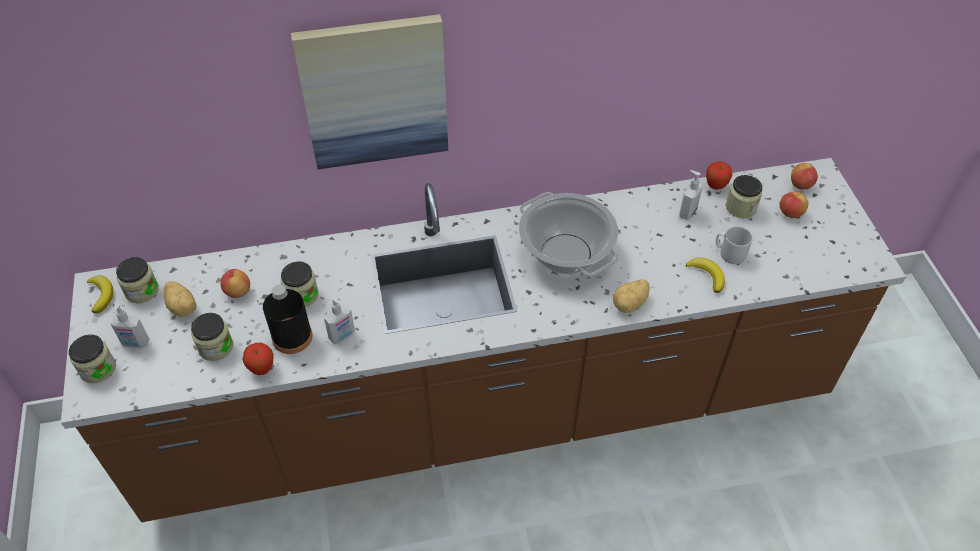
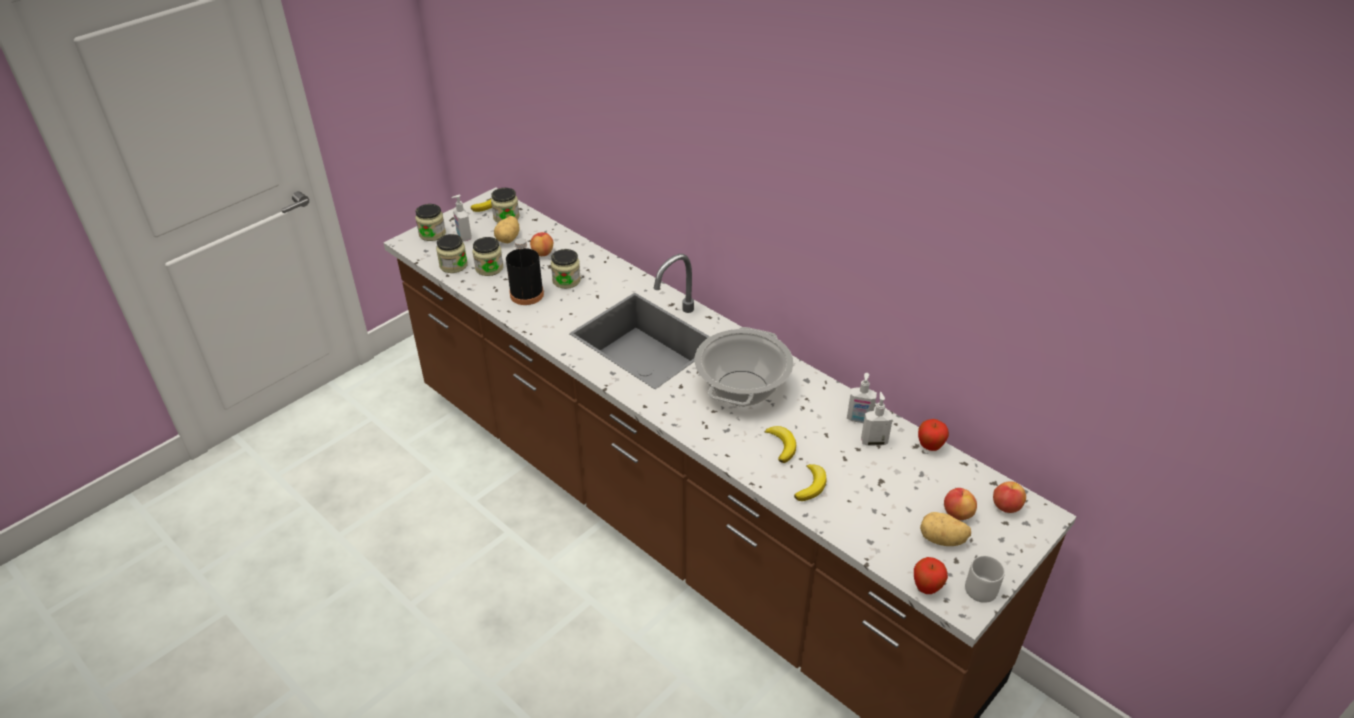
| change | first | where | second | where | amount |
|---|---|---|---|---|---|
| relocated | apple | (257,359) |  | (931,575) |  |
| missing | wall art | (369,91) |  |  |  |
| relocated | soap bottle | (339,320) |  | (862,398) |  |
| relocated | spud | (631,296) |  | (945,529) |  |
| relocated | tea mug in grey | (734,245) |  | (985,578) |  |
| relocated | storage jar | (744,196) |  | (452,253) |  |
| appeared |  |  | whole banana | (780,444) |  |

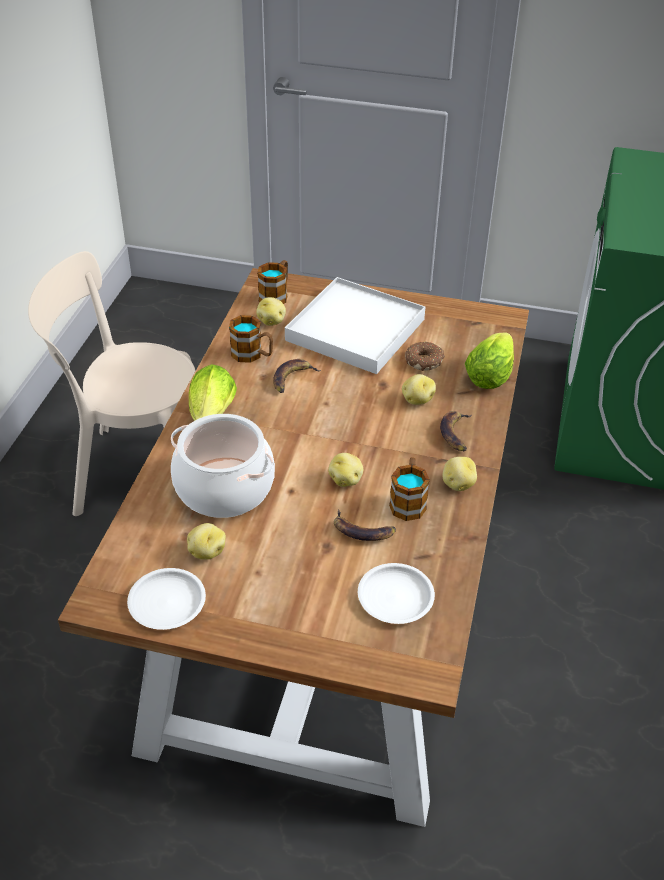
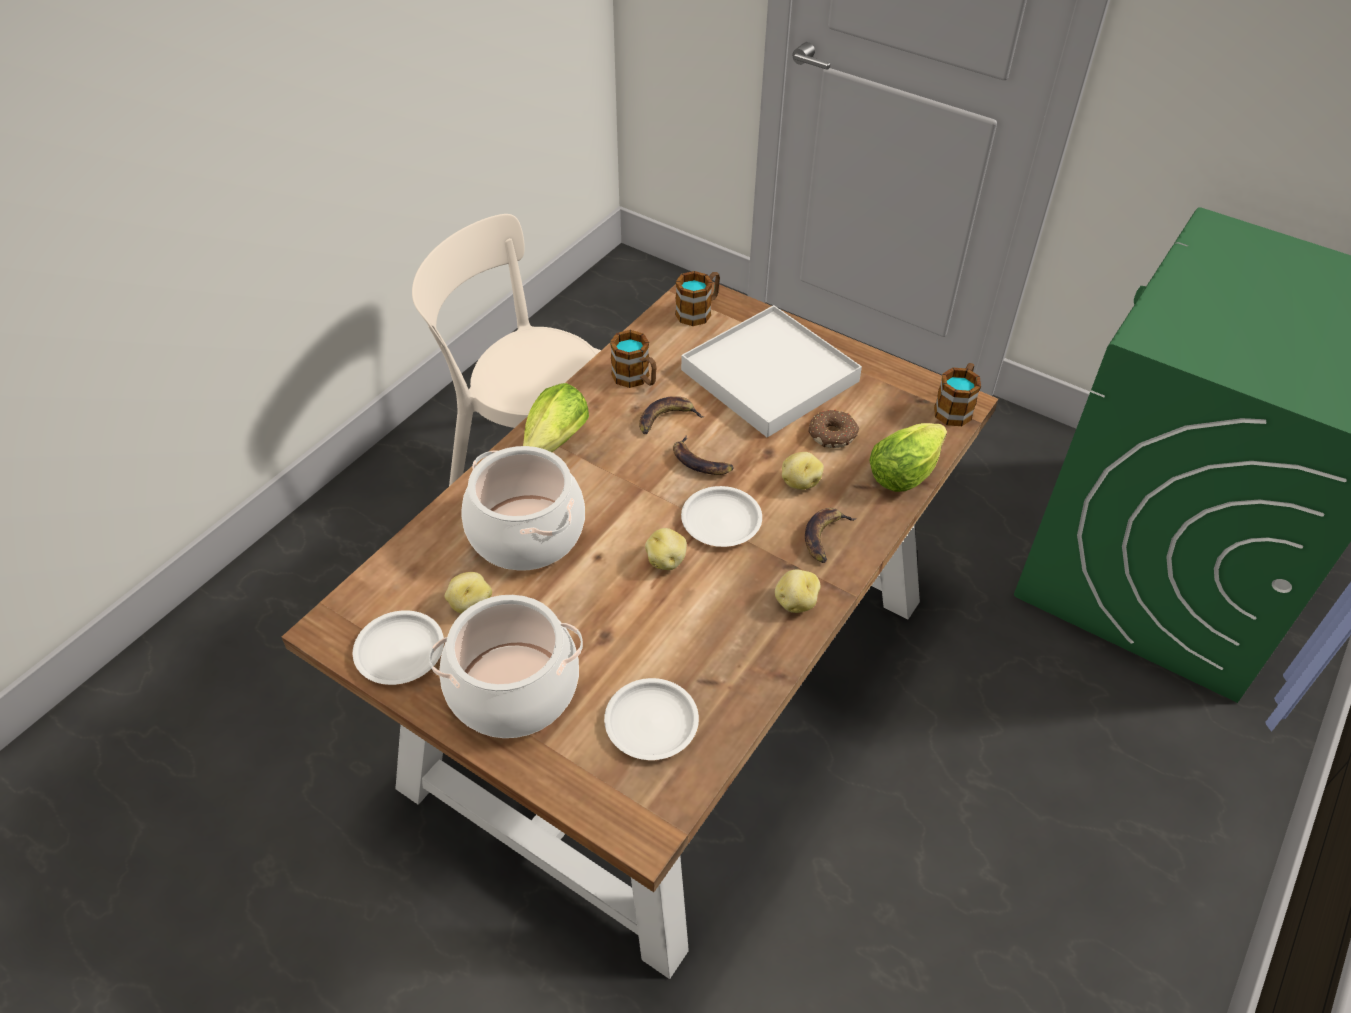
| change | first | where | second | where | amount |
|---|---|---|---|---|---|
| missing | spud | (271,311) |  |  |  |
| relocated | whole banana | (365,525) |  | (703,455) |  |
| relocated | tea mug | (409,489) |  | (957,394) |  |
| appeared |  |  | saucepot | (506,666) |  |
| appeared |  |  | dinner plate in white-coloured | (721,516) |  |

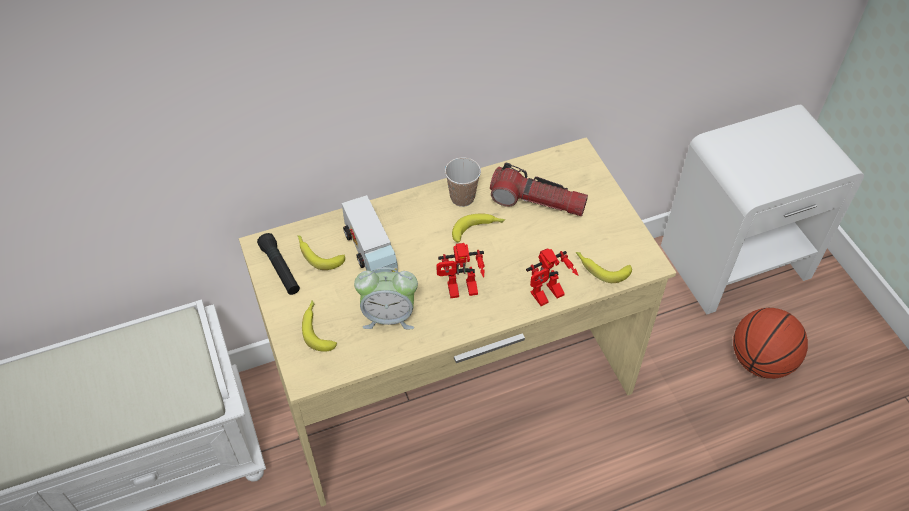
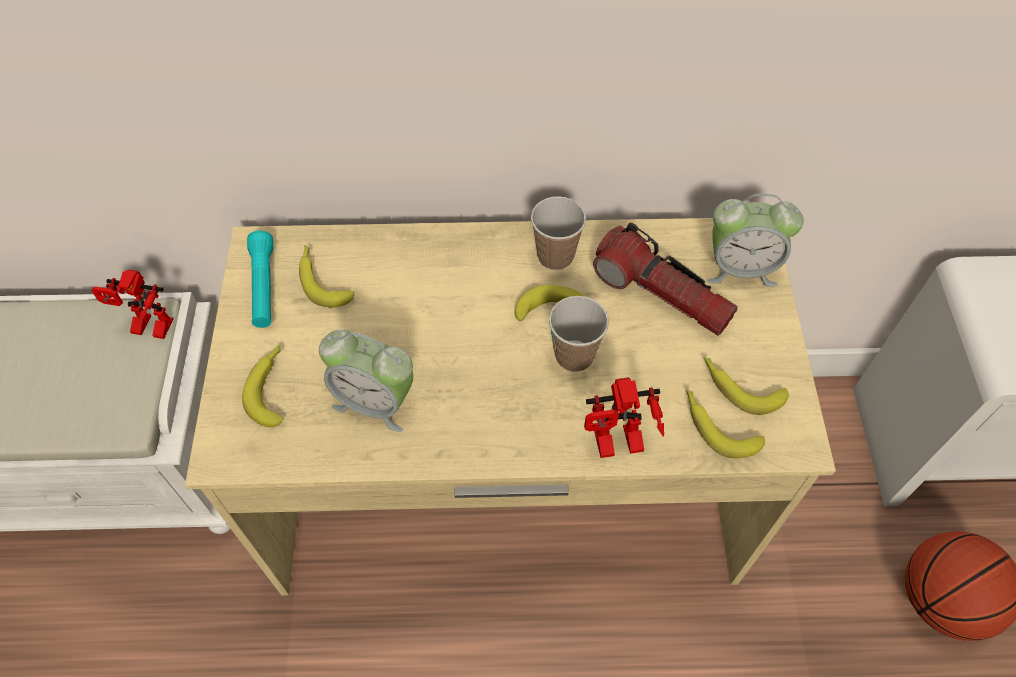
| change | first | where | second | where | amount |
|---|---|---|---|---|---|
| colour | hand torch in blackish | (278,264) | hand torch in turquoise | (260,279) |  |
| missing | toy truck | (370,234) |  |  |  |
| relocated | robot figure | (460,270) |  | (132,304) |  |
| appeared |  |  | small cup | (579,334) |  |
| appeared |  |  | whole banana | (746,386) |  |
| appeared |  |  | bedside clock | (755,239) |  |

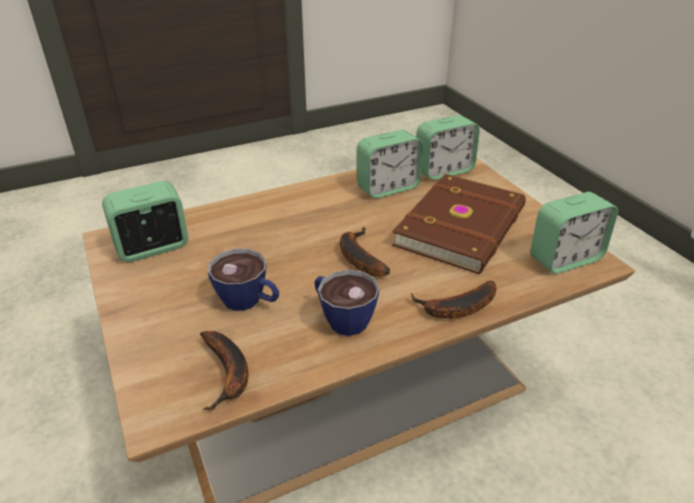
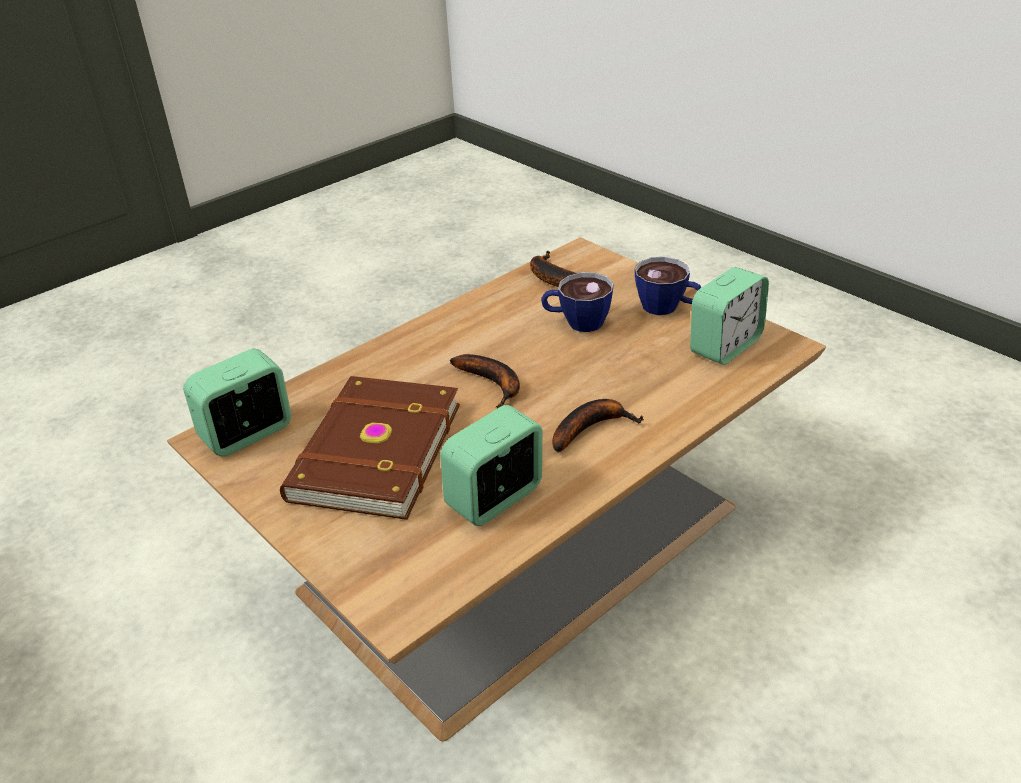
| change | first | where | second | where | amount |
|---|---|---|---|---|---|
| relocated | small cup | (346,302) |  | (668,286) |  |
| relocated | whole banana | (453,300) |  | (598,425) |  |
| missing | bedside clock | (448,147) |  |  |  |

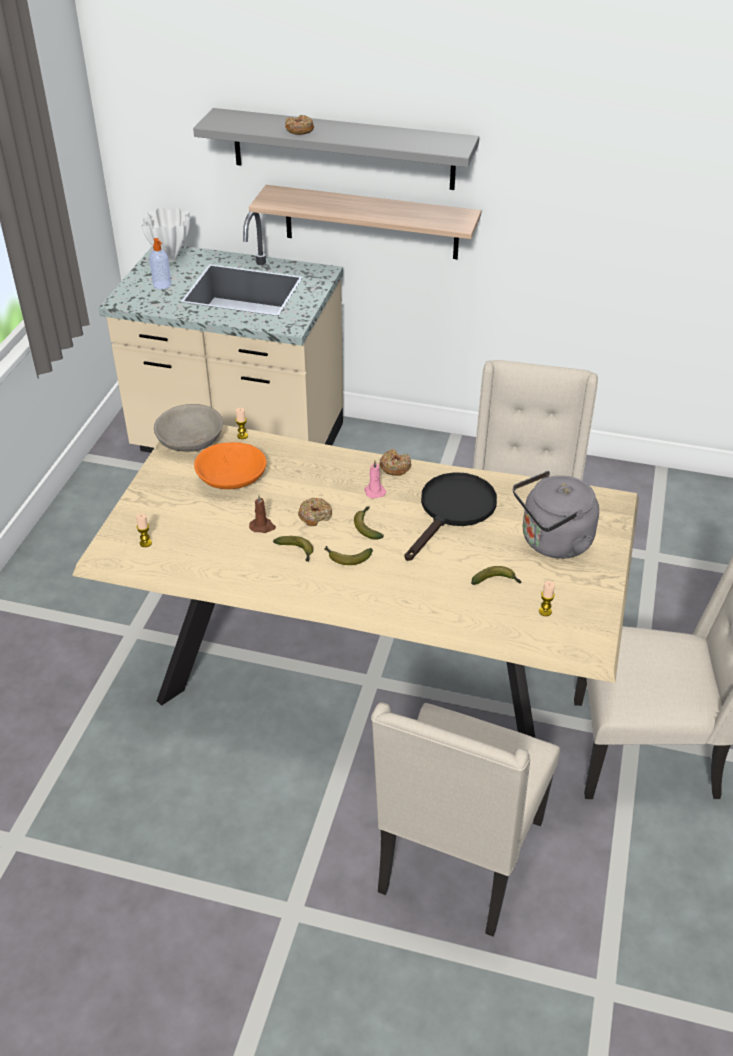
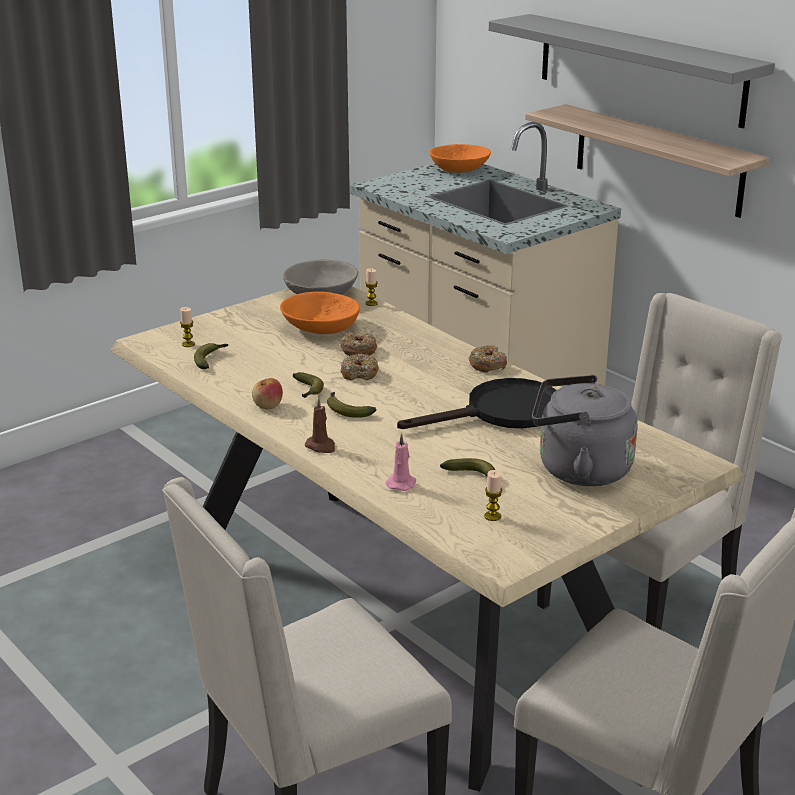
| change | first | where | second | where | amount |
|---|---|---|---|---|---|
| exchanged | flower vase in white-coloured | (165,235) | bowl in orangey | (460,158) |  |
| missing | soap bottle | (160,263) |  |  |  |
| relocated | wax candle in brown-coloured | (262,514) |  | (320,425) |  |
| relocated | ring doughnut | (299,125) |  | (358,344) |  |
| relocated | whole banana | (369,523) |  | (211,356) |  |
| relocated | wax candle in pink | (375,479) |  | (400,462) |  |
| appeared |  |  | apple | (267,393) |  |

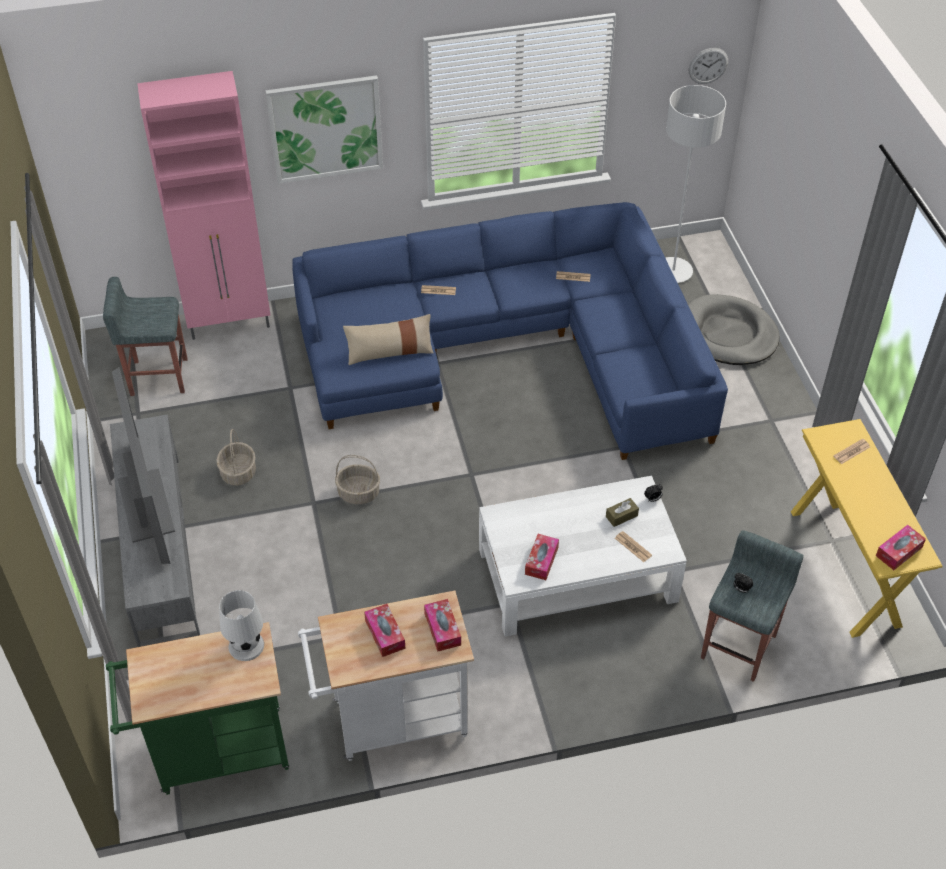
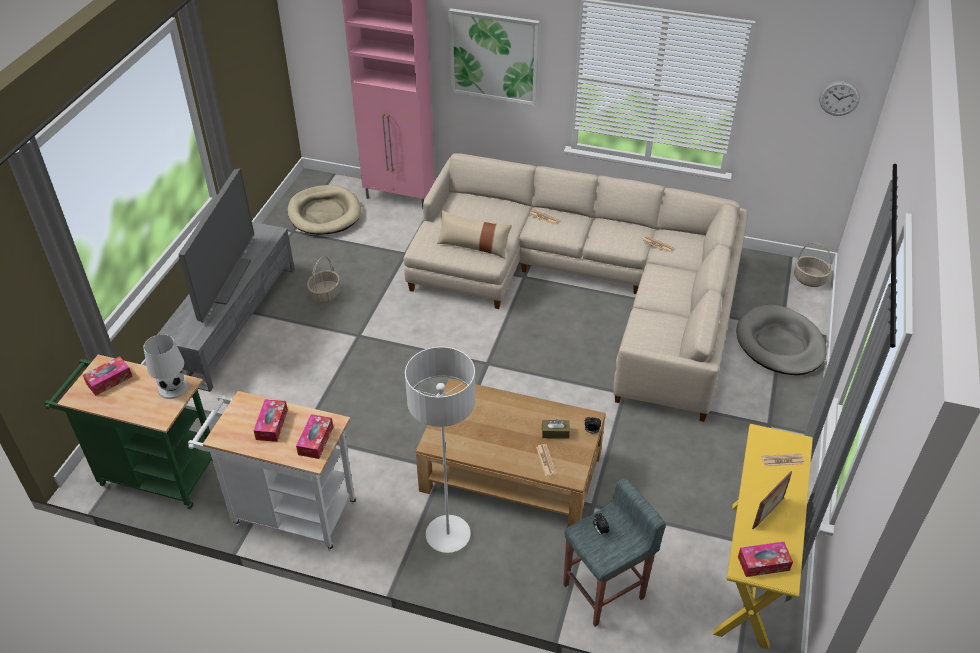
| change | first | where | second | where | amount |
|---|---|---|---|---|---|
| exchanged | sitting stool in grey | (145,336) | dog bed in beige | (324,210) |  |
| colour | sofa in blue-coloured | (510,331) | sofa in beige | (576,287) |  |
| relocated | household basket | (357,479) |  | (813,264) |  |
| colour | coffee table in white-coloured | (583,556) | coffee table in brown-coloured | (511,452) |  |
| relocated | tissue box | (542,557) |  | (108,376) |  |
| relocated | standard lamp in grey | (696,184) |  | (440,450) |  |
| appeared |  |  | photo frame | (772,500) |  |

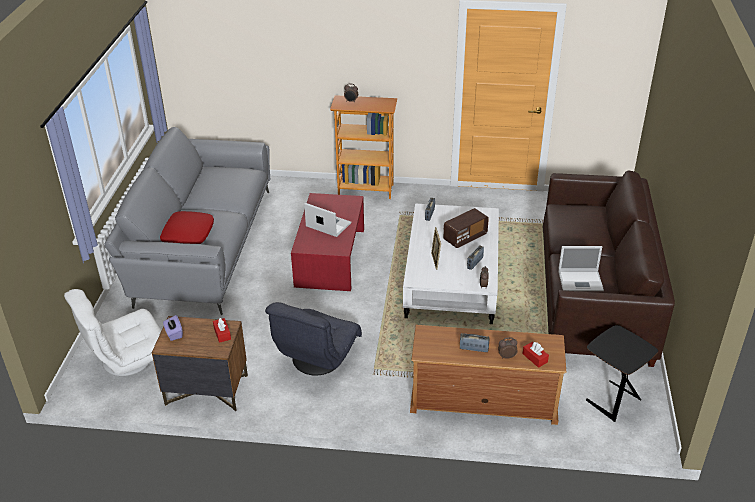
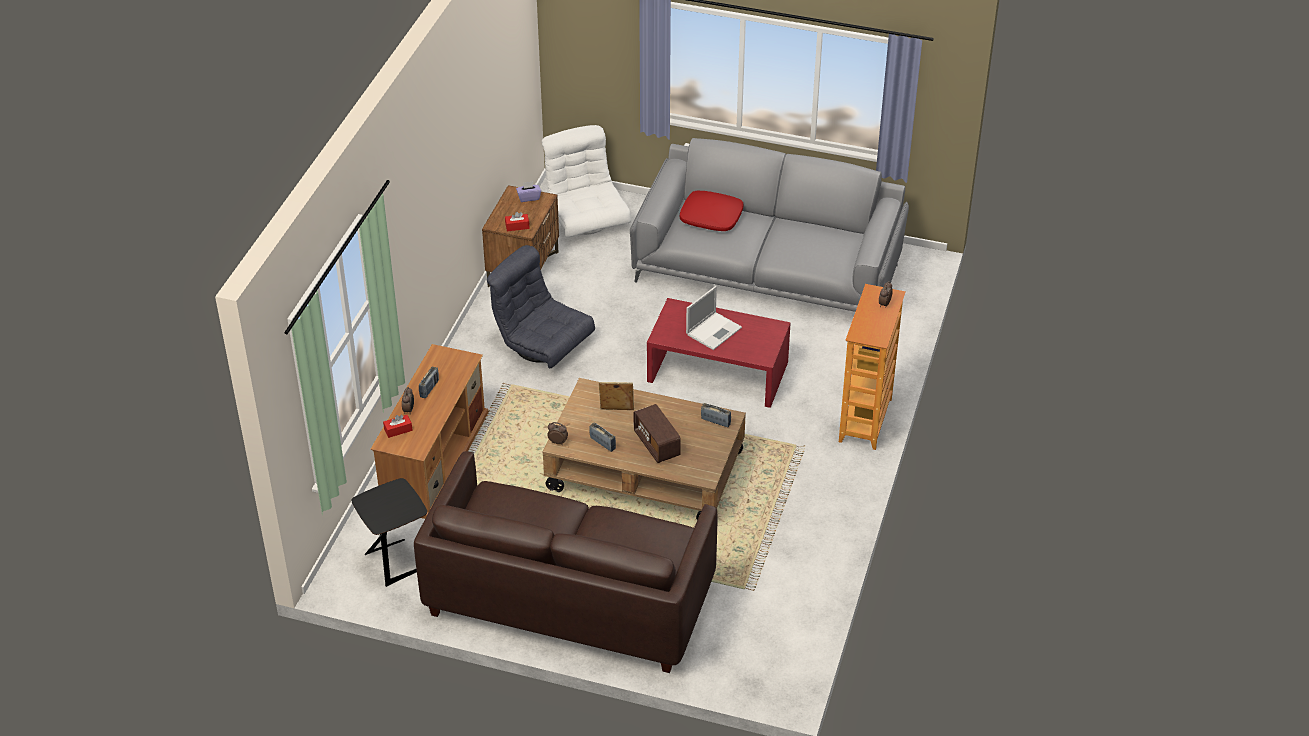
| change | first | where | second | where | amount |
|---|---|---|---|---|---|
| colour | coffee table in white-coloured | (451,263) | coffee table in brown-coloured | (644,449) |  |
| missing | portable computer | (581,268) |  |  |  |

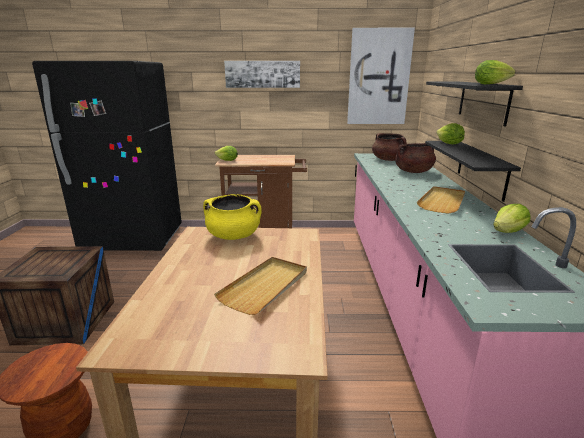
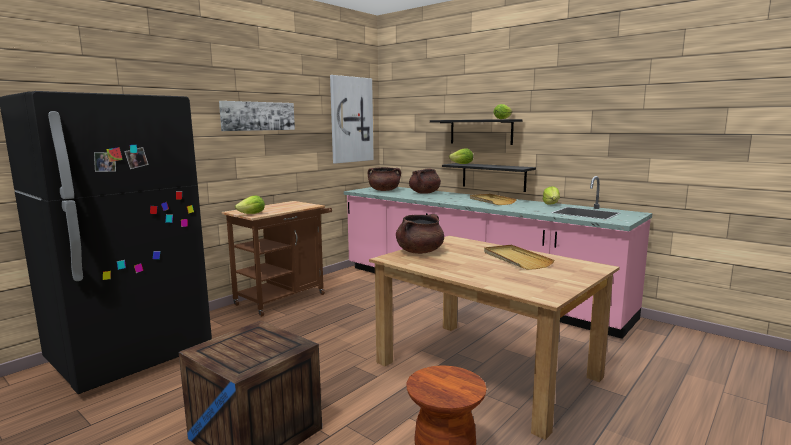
| change | first | where | second | where | amount |
|---|---|---|---|---|---|
| colour | saucepot in yellowish | (232,217) | saucepot in brown-coloured | (420,234) |  |

